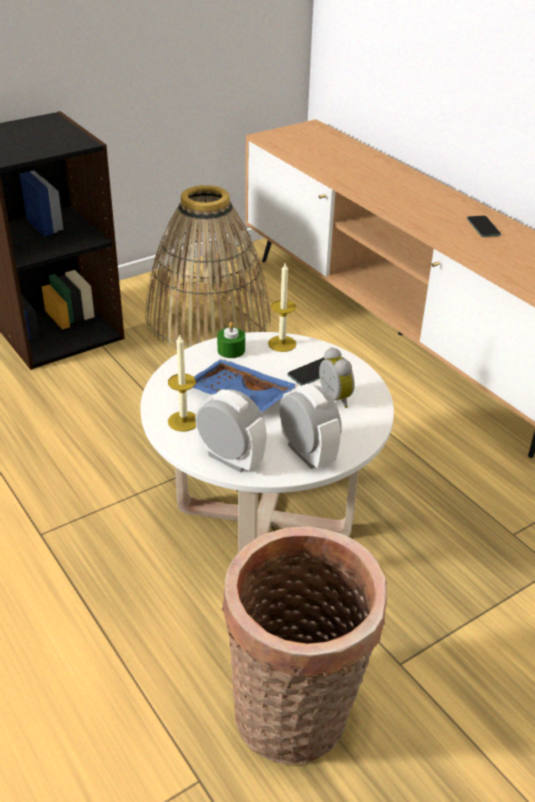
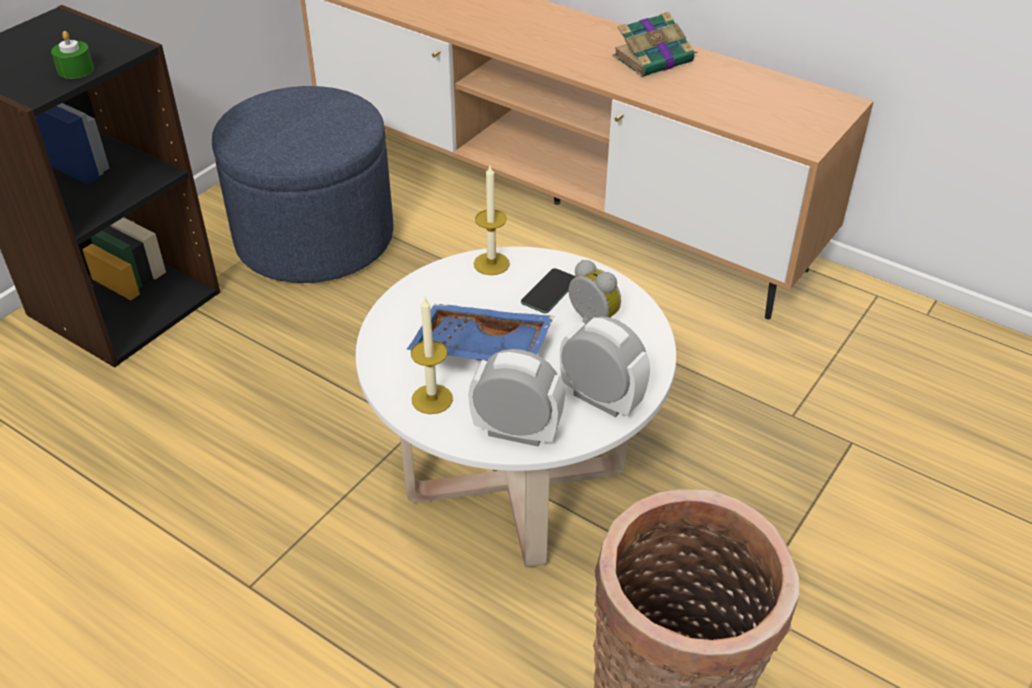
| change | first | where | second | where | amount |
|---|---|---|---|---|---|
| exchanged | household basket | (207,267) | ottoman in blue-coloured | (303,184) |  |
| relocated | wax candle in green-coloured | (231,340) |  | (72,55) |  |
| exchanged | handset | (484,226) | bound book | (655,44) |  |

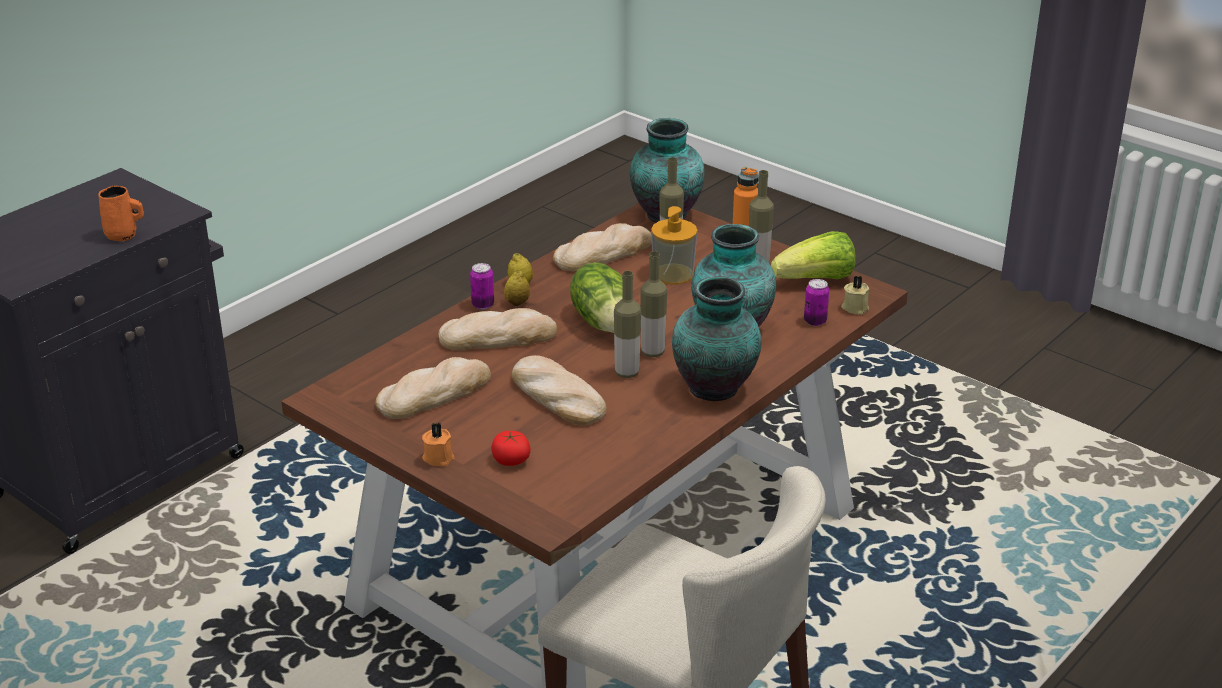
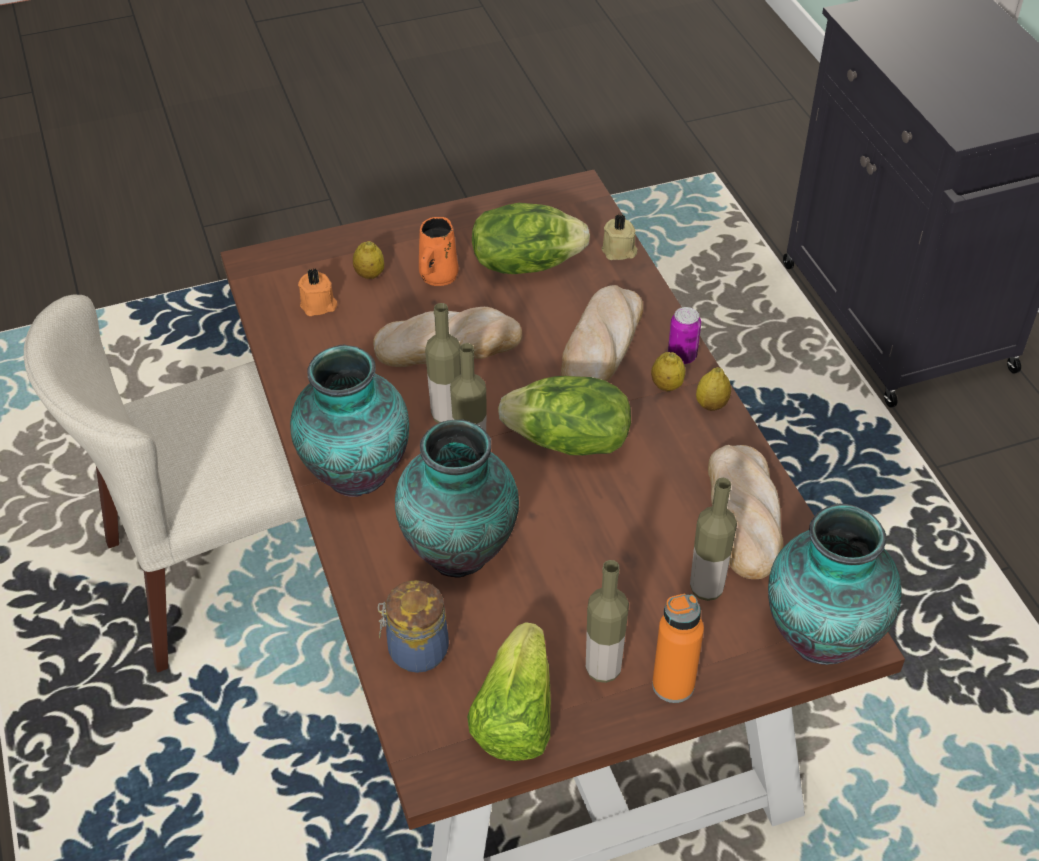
| change | first | where | second | where | amount |
|---|---|---|---|---|---|
| relocated | tea mug in orangey | (121,213) |  | (439,251) |  |
| exchanged | bread | (433,388) | lettuce head | (531,238) |  |
| relocated | wax candle in orangey | (438,444) |  | (317,292) |  |
| exchanged | whole tomato | (511,448) | citrus fruit | (368,260) |  |
| missing | soap bottle | (674,245) |  |  |  |
| exchanged | sealed can | (816,302) | storage jar | (413,626) |  |
| relocated | wax candle in beige | (855,295) |  | (620,237) |  |

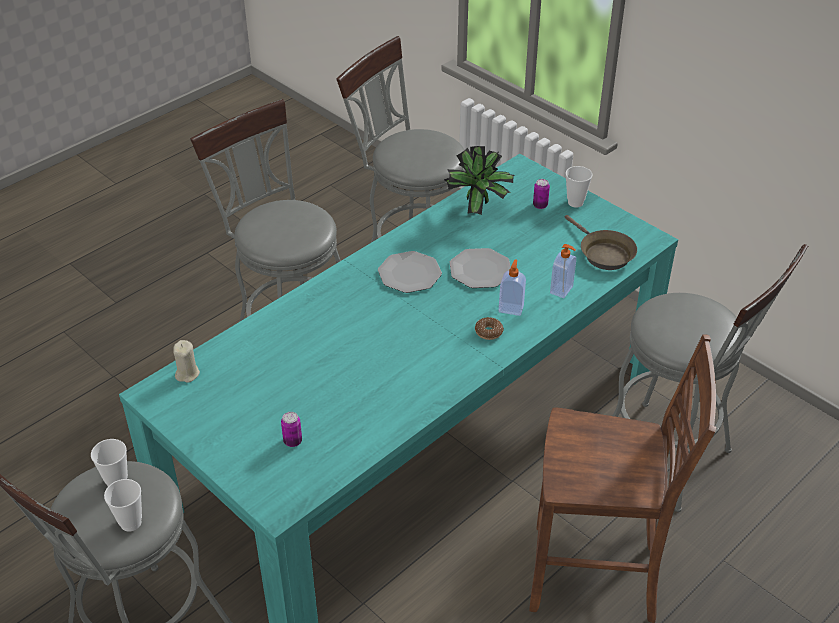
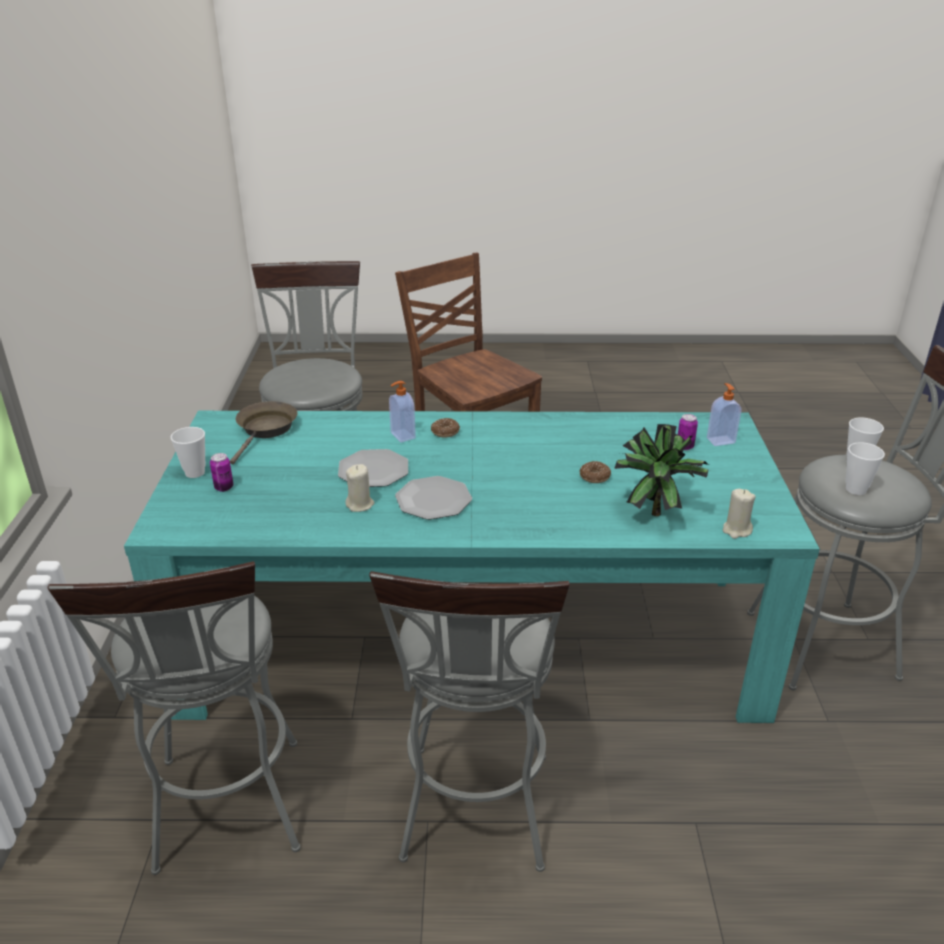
| change | first | where | second | where | amount |
|---|---|---|---|---|---|
| relocated | potted plant | (479,180) |  | (661,470) |  |
| relocated | soap bottle | (563,271) |  | (724,414) |  |
| appeared |  |  | wax candle in beige | (359,488) |  |
| appeared |  |  | ring doughnut | (595,472) |  |

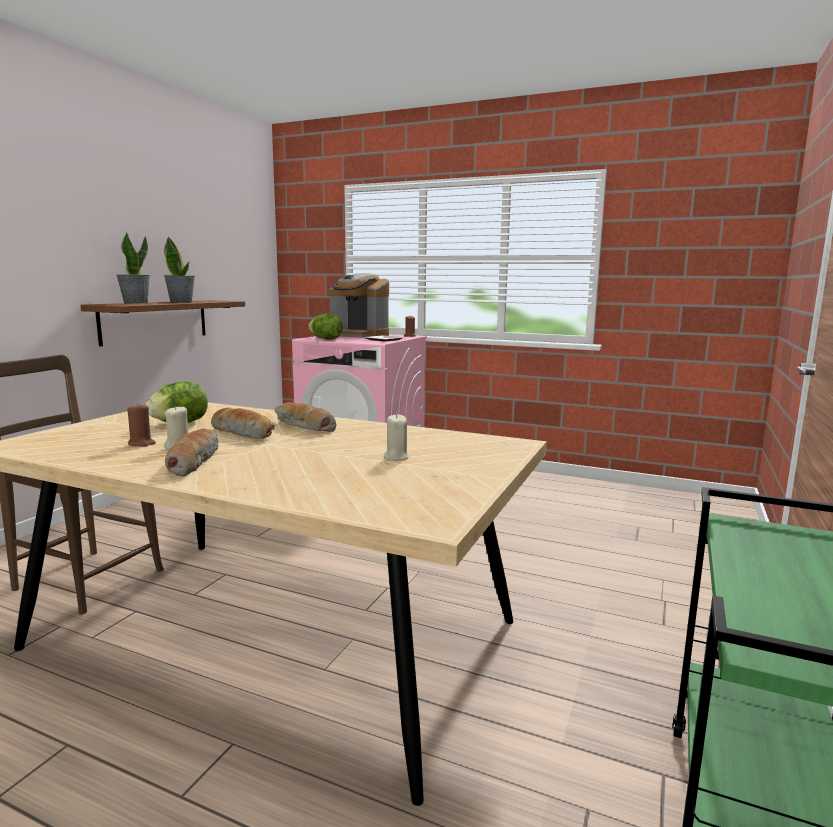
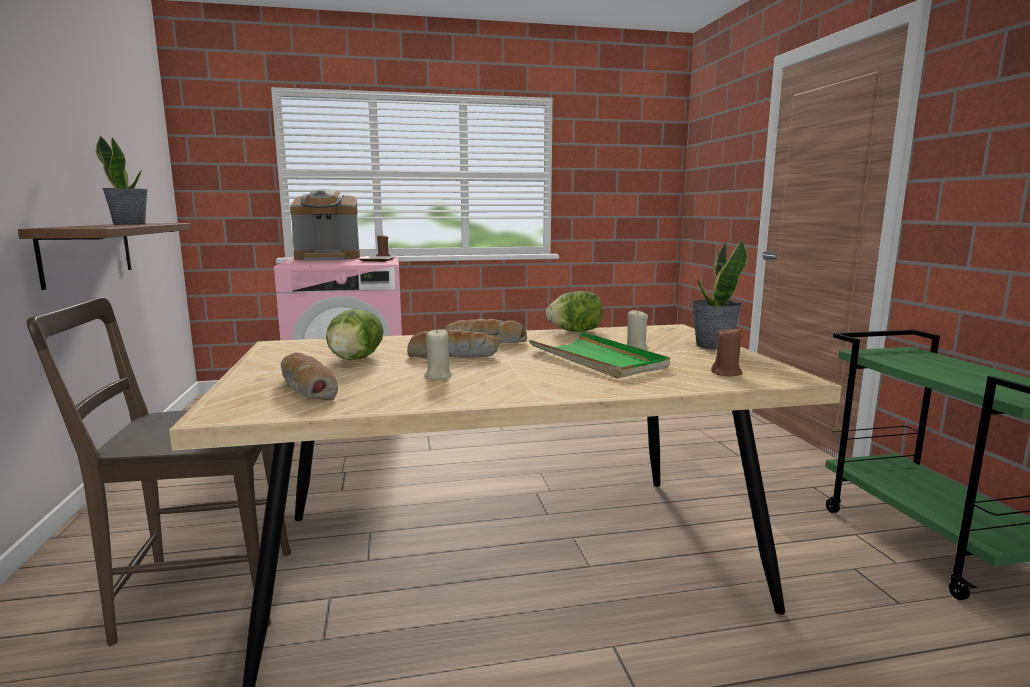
| change | first | where | second | where | amount |
|---|---|---|---|---|---|
| relocated | potted plant | (133,268) |  | (719,294) |  |
| relocated | wax candle in brown-coloured | (141,425) |  | (727,351) |  |
| relocated | bread | (192,452) |  | (309,376) |  |
| relocated | lettuce head | (325,326) |  | (574,311) |  |
| appeared |  |  | tray in green-coloured | (599,355) |  |

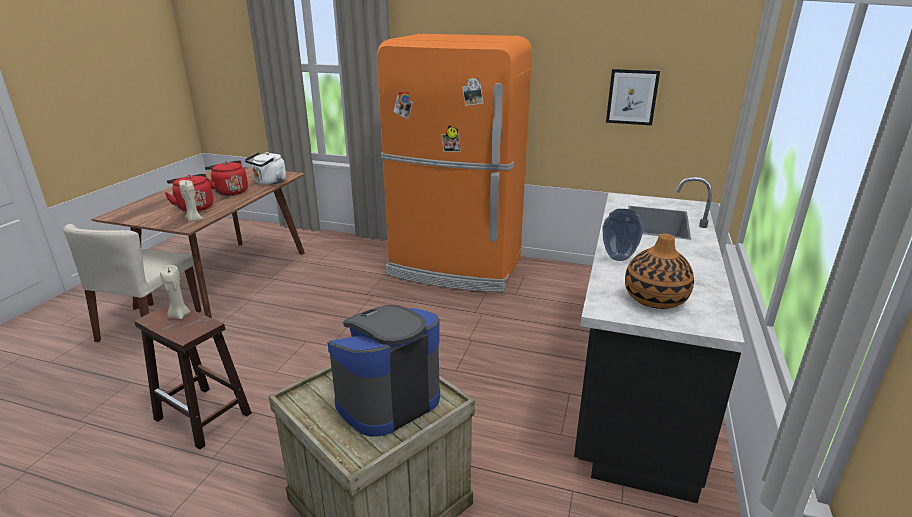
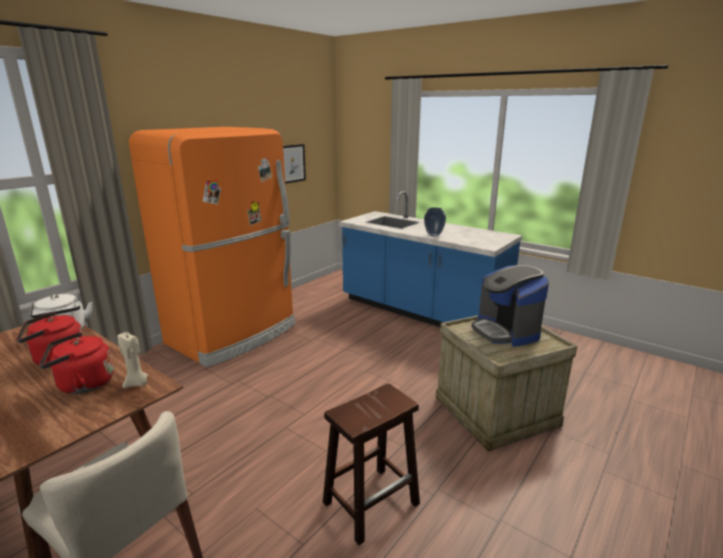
| change | first | where | second | where | amount |
|---|---|---|---|---|---|
| missing | wax candle in beige | (175,292) |  |  |  |
| colour | kitchen counter in blackish | (659,340) | kitchen counter in blue-coloured | (430,259) |  |
| missing | flower vase | (659,271) |  |  |  |

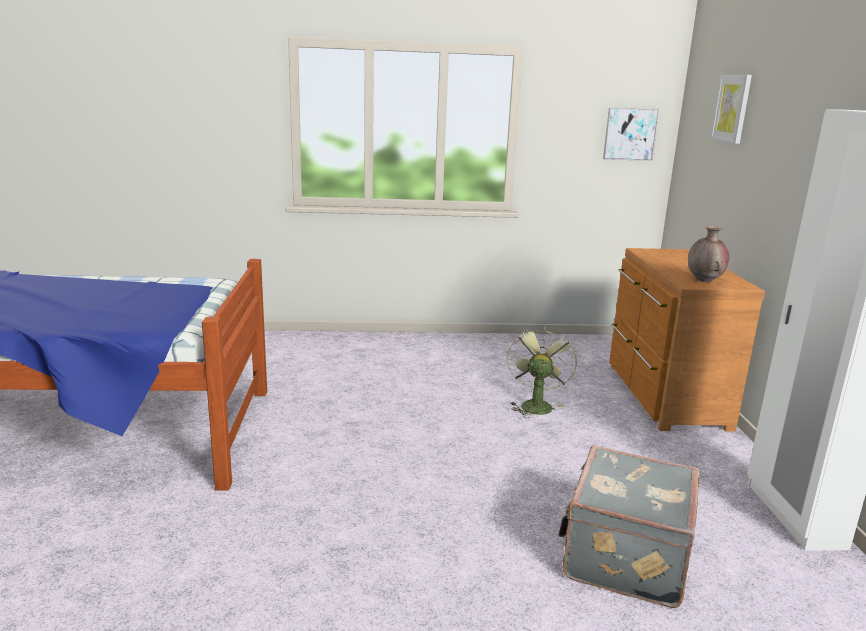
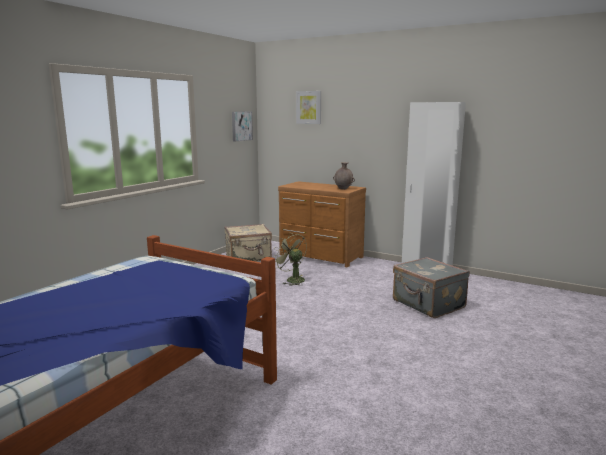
| change | first | where | second | where | amount |
|---|---|---|---|---|---|
| appeared |  |  | suitcase in beige | (248,243) |  |

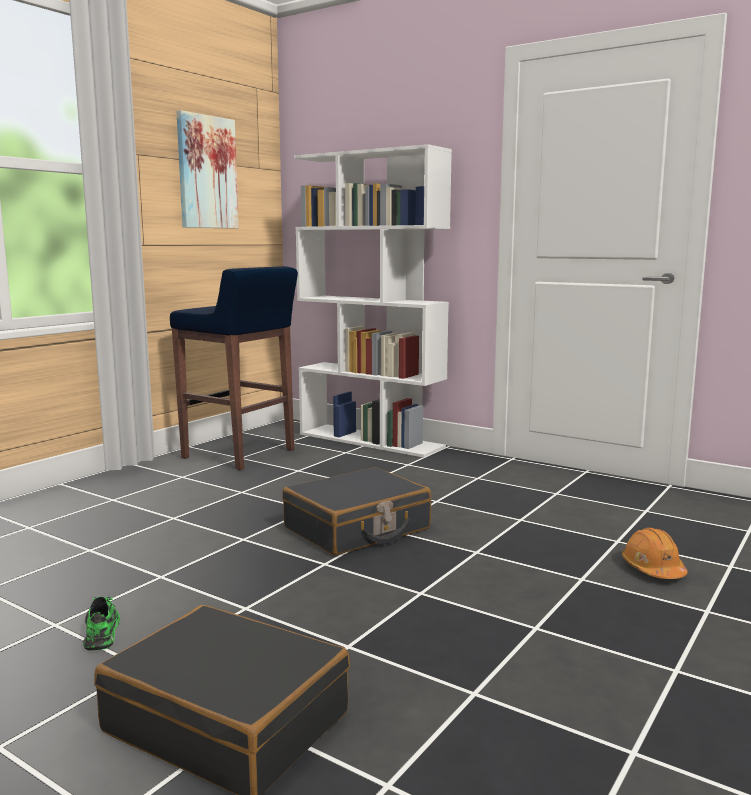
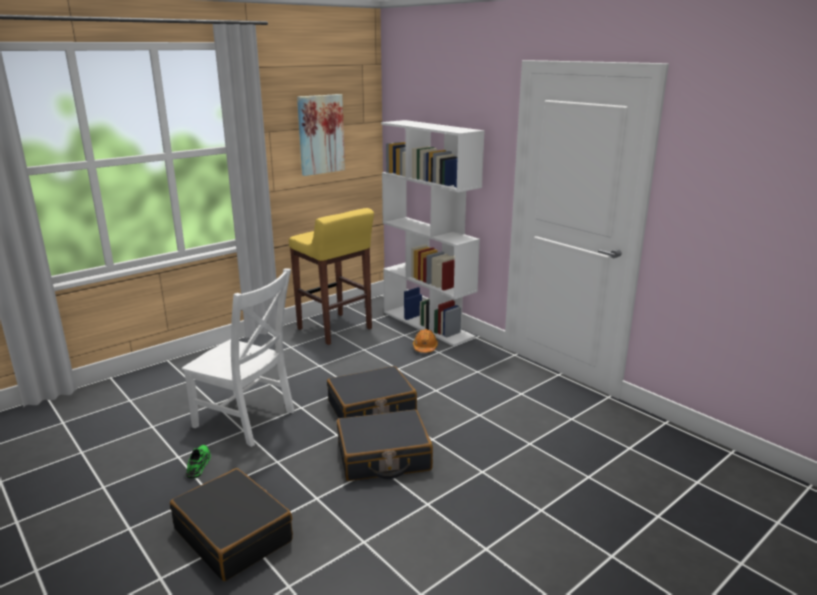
| change | first | where | second | where | amount |
|---|---|---|---|---|---|
| colour | sitting stool in blue-coloured | (234,368) | sitting stool in yellowish | (331,276) |  |
| relocated | hard hat in orangey | (655,553) |  | (425,341) |  |
| appeared |  |  | plain chair in white-coloured | (238,357) |  |
| appeared |  |  | suitcase in blackish | (385,445) |  |

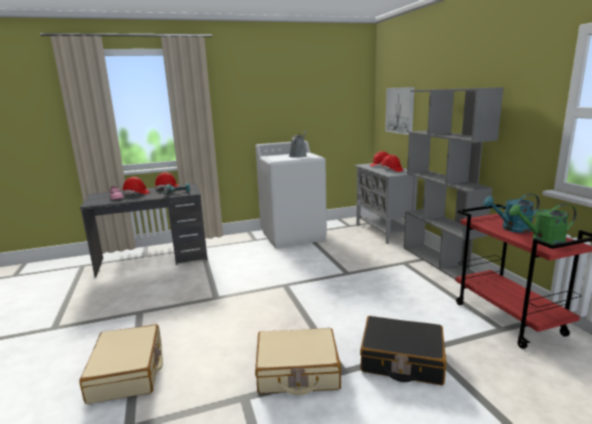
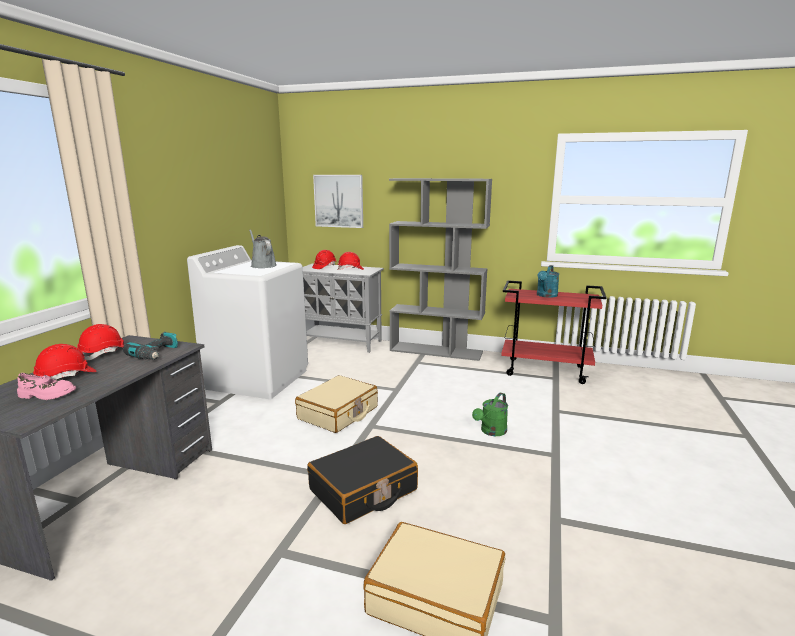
| change | first | where | second | where | amount |
|---|---|---|---|---|---|
| relocated | suitcase in beige | (298,361) |  | (336,404) |  |
| relocated | suitcase in blackish | (403,350) |  | (362,480) |  |
| relocated | watering pot in green-coloured | (543,224) |  | (490,414) |  |

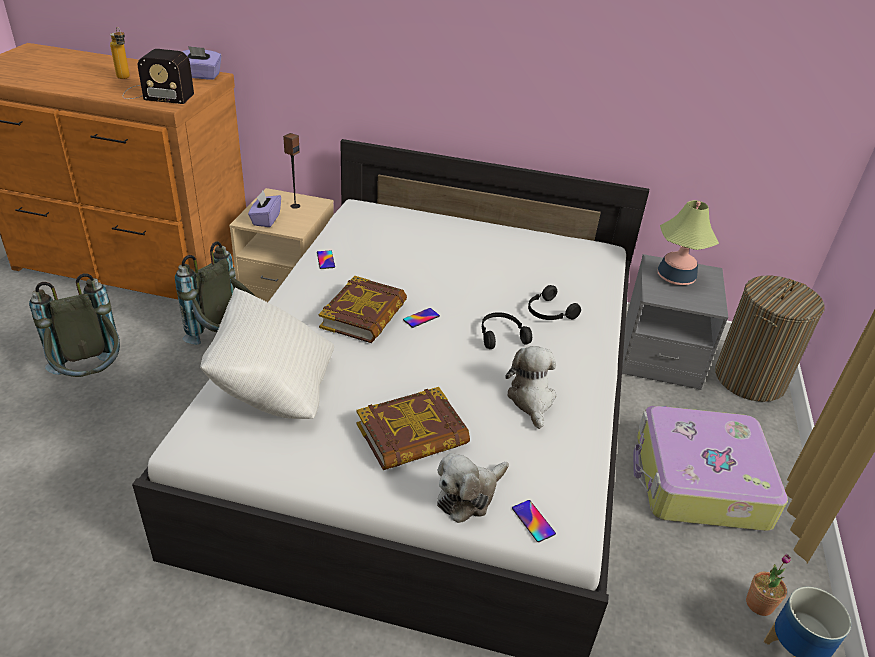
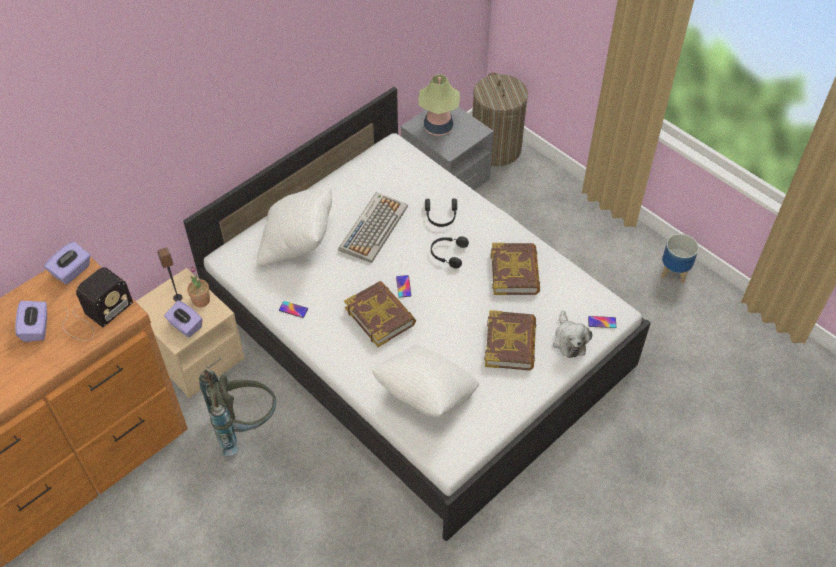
| change | first | where | second | where | amount |
|---|---|---|---|---|---|
| missing | knapsack in grey | (74,325) |  |  |  |
| exchanged | beverage bottle | (120,53) | tissue box in purple-coloured | (31,321) |  |
| exchanged | cuddly toy | (530,387) | bound book | (515,269) |  |
| missing | suitcase | (710,468) |  |  |  |
| relocated | potted plant | (768,585) |  | (198,286) |  |
| appeared |  |  | cushion in white-coloured | (294,227) |  |
| appeared |  |  | keyboard | (373,227) |  |

